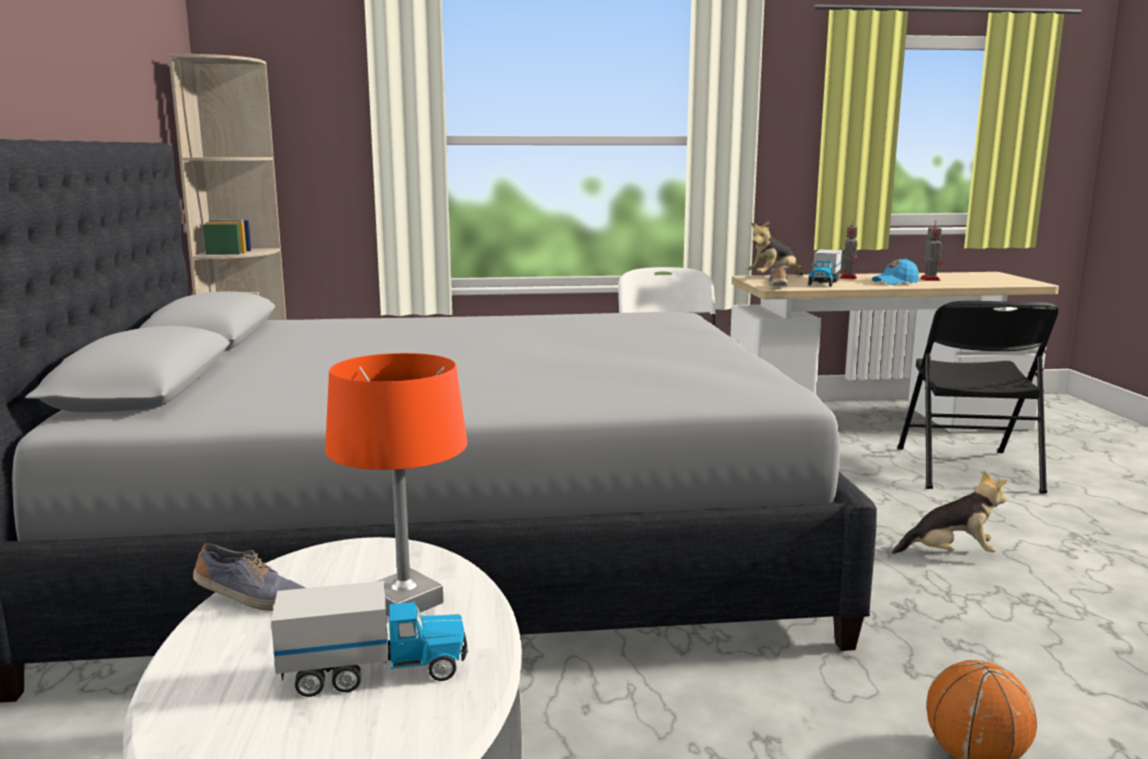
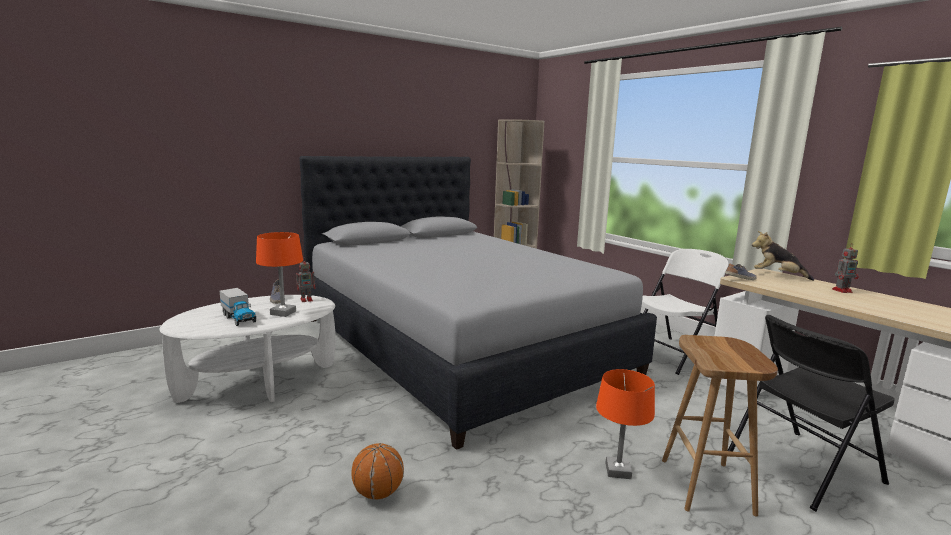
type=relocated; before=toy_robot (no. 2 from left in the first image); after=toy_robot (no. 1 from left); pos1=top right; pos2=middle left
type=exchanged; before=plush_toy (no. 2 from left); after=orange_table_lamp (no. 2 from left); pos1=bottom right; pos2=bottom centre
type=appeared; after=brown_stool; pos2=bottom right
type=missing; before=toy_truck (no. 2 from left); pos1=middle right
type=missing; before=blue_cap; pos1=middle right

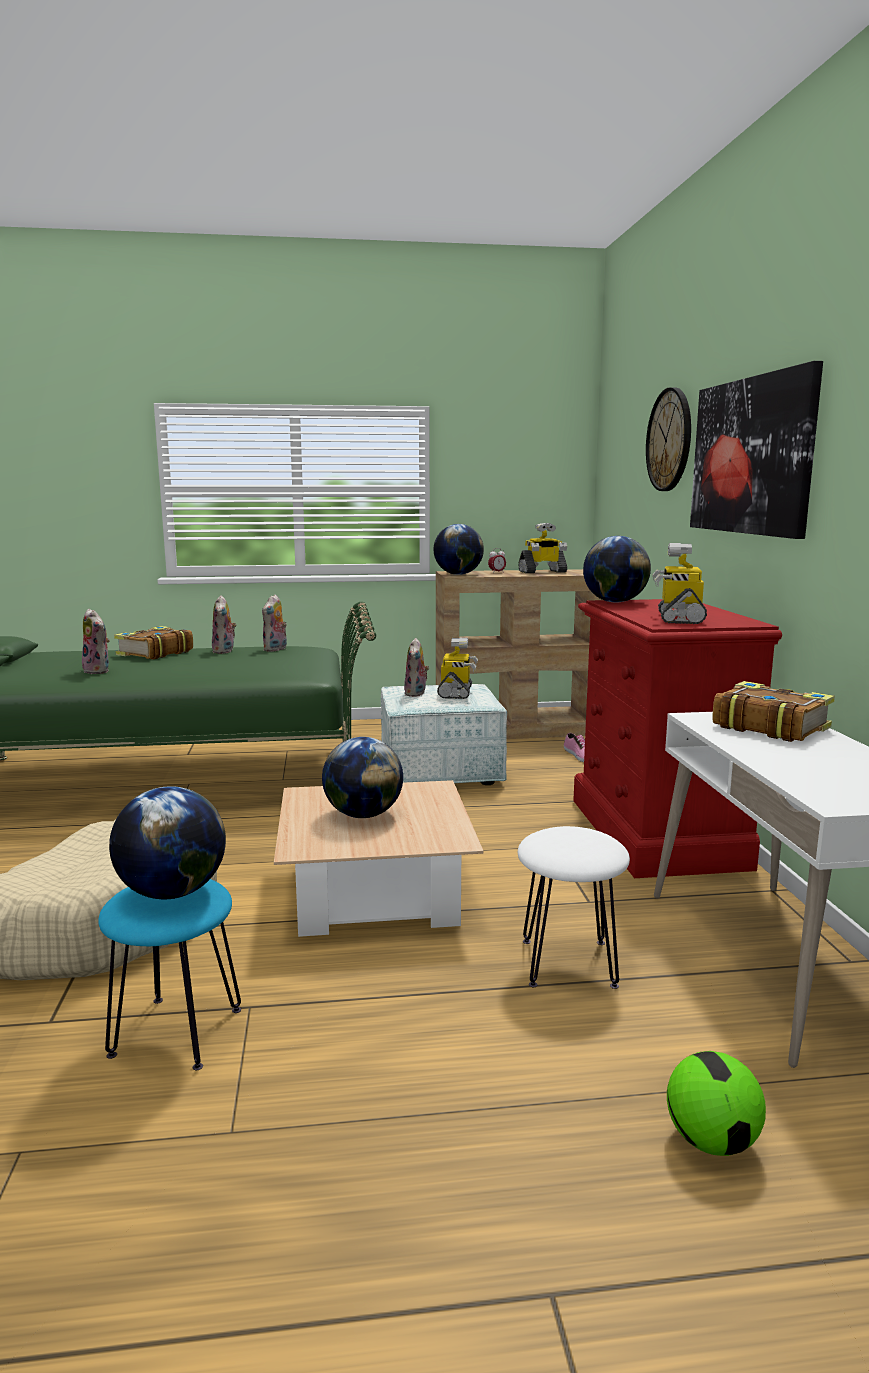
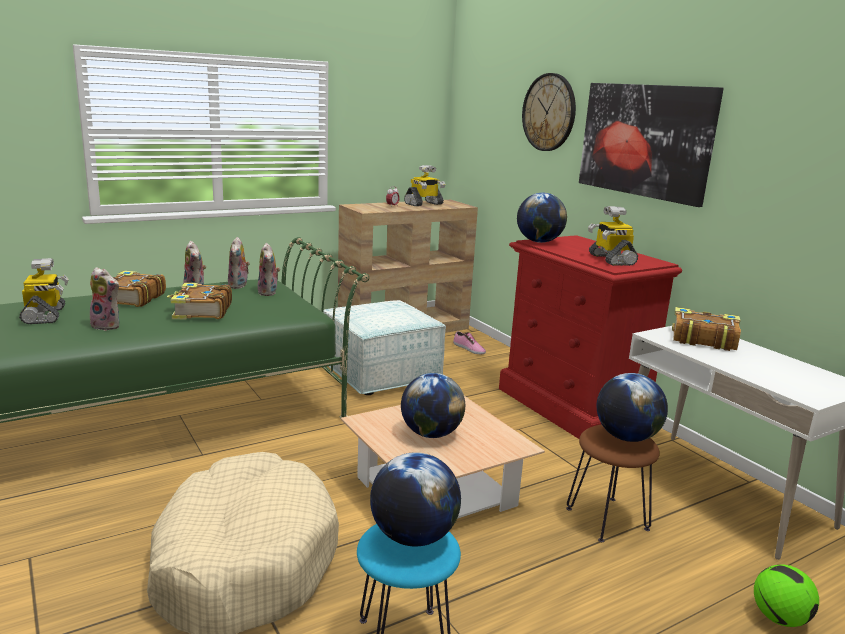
type=relocated; before=toy_robot (no. 1 from left); pos1=centre; pos2=middle left
type=appeared; after=book (no. 2 from left); pos2=middle left
type=relocated; before=plush_toy (no. 4 from left); pos1=centre; pos2=middle left
type=colour; before=white_stool; after=brown_stool; pos1=centre; pos2=bottom right
type=relocated; before=globe (no. 3 from left in the first image); after=globe (no. 4 from left); pos1=centre; pos2=middle right

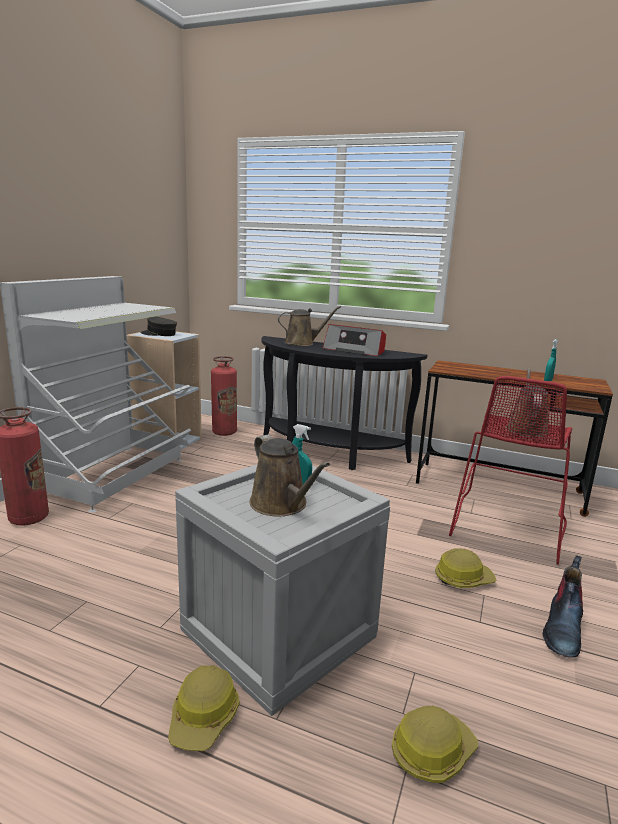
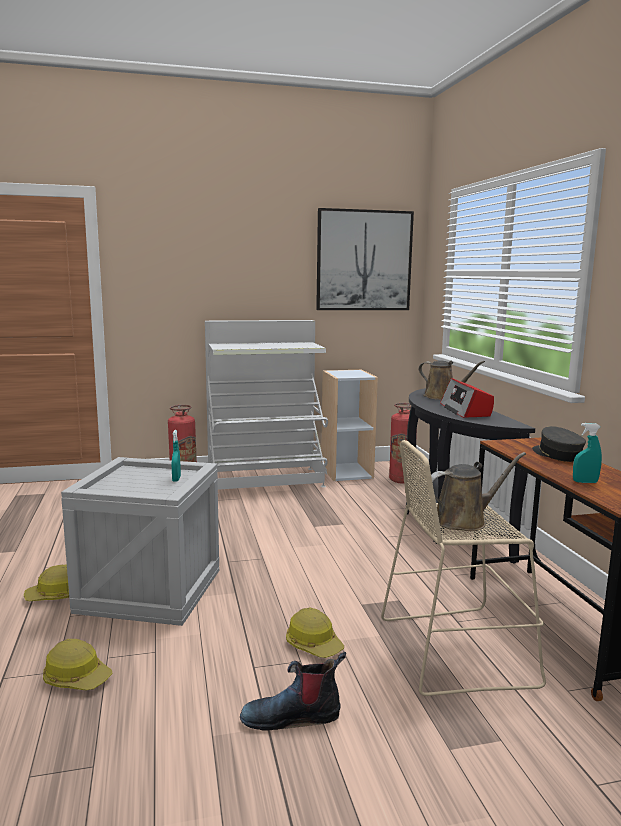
type=appeared; after=picture; pos2=top centre
type=colour; before=red_stool; after=beige_stool; pos1=middle right; pos2=bottom right
type=relocated; before=grey_cap; pos1=middle left; pos2=middle right
type=missing; before=brown_watering_can (no. 1 from left); pos1=centre

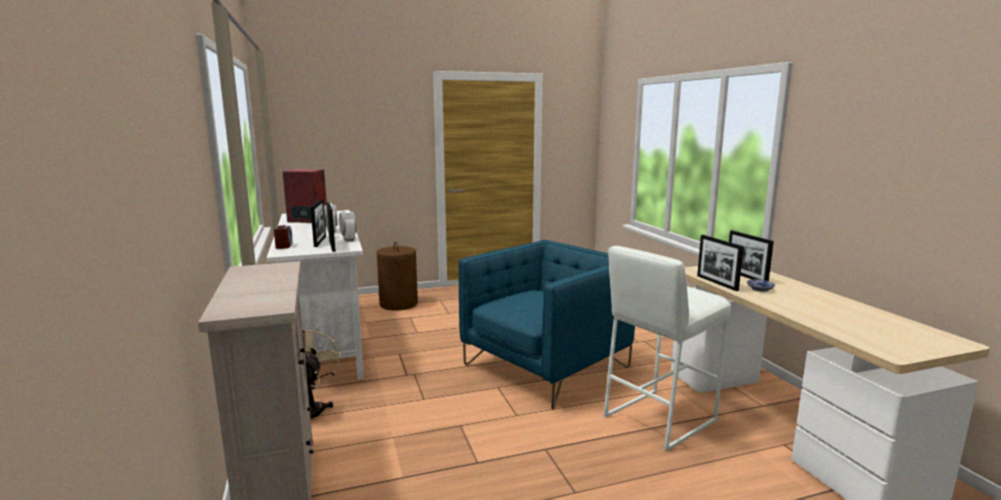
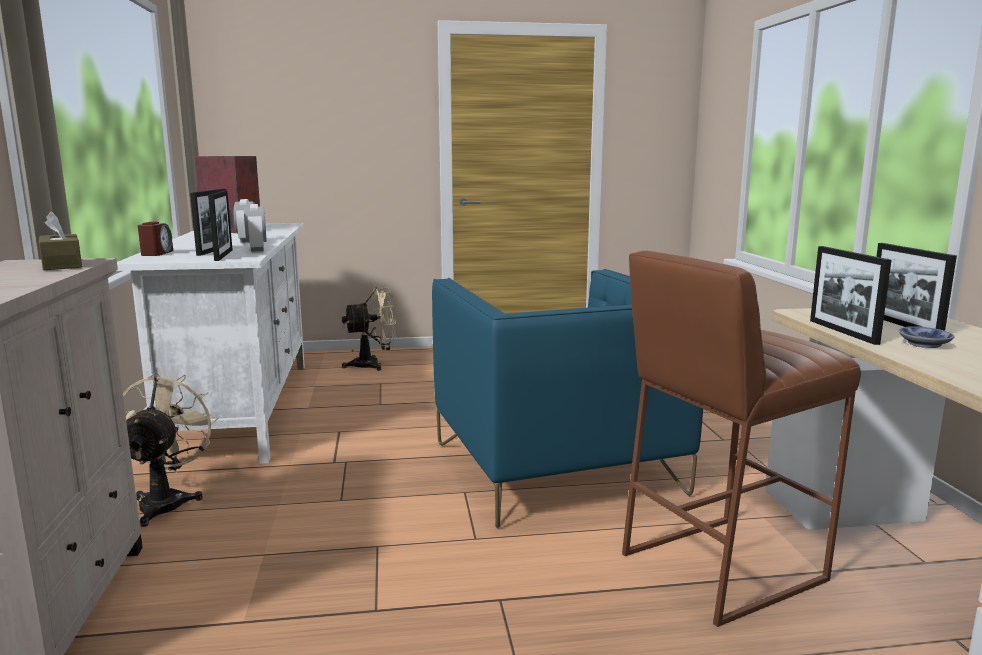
type=appeared; after=brown_tissue_box; pos2=middle left
type=exchanged; before=brown_laundry_basket; after=beige_fan (no. 2 from left); pos1=centre; pos2=centre
type=spun; before=blue_armchair; pos1=centre; pos2=centre; turn=105
type=colour; before=white_stool; after=brown_stool; pos1=bottom centre; pos2=bottom right

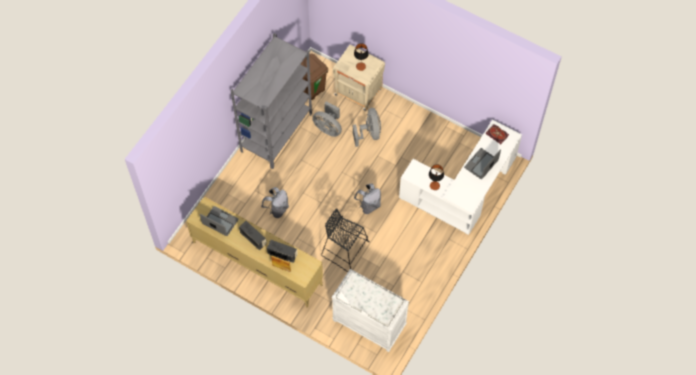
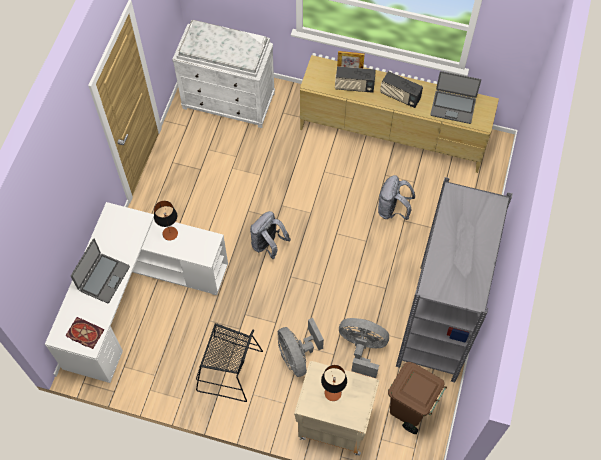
type=relocated; before=black_stool; pos1=centre; pos2=bottom centre

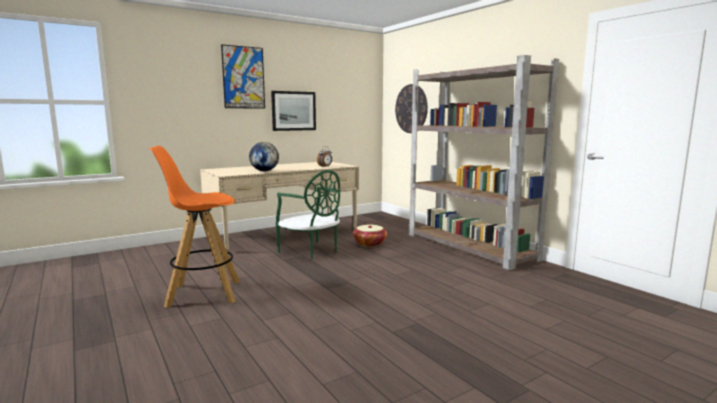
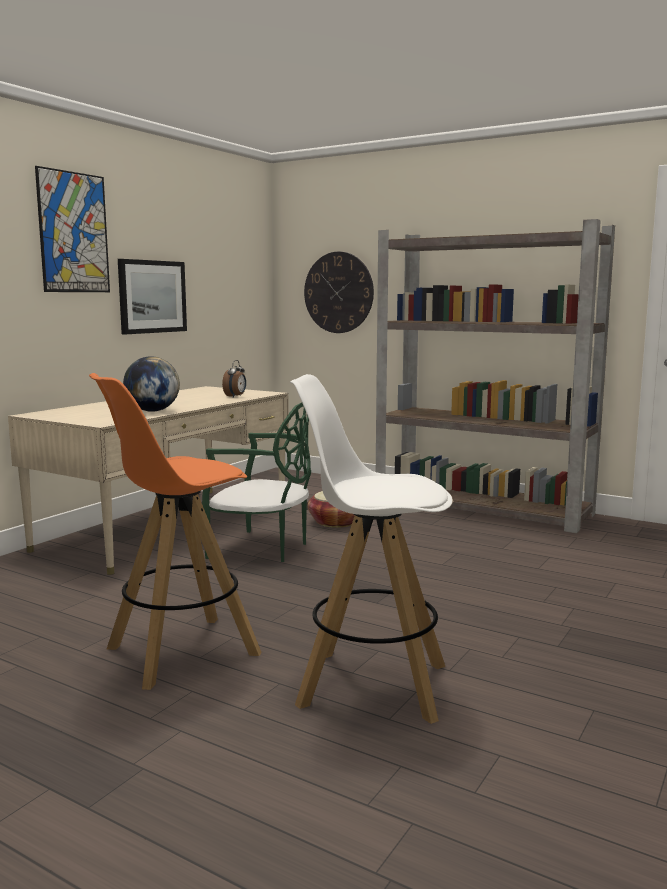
type=appeared; after=white_stool; pos2=centre

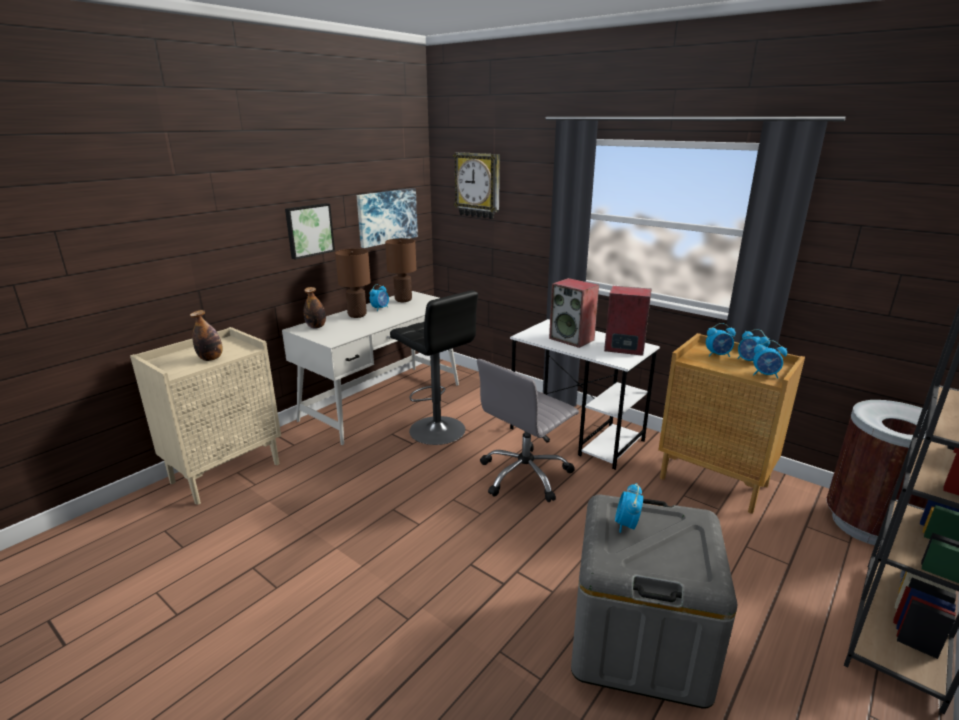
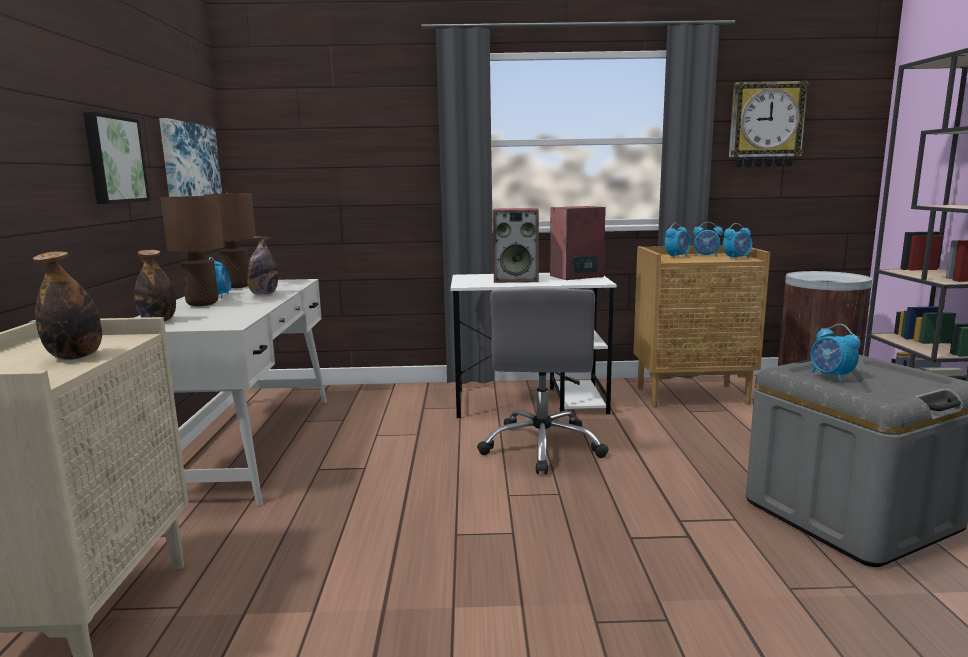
type=appeared; after=bottle (no. 3 from left); pos2=middle left
type=relocated; before=wall_clock; pos1=top centre; pos2=top right
type=missing; before=black_stool; pos1=centre

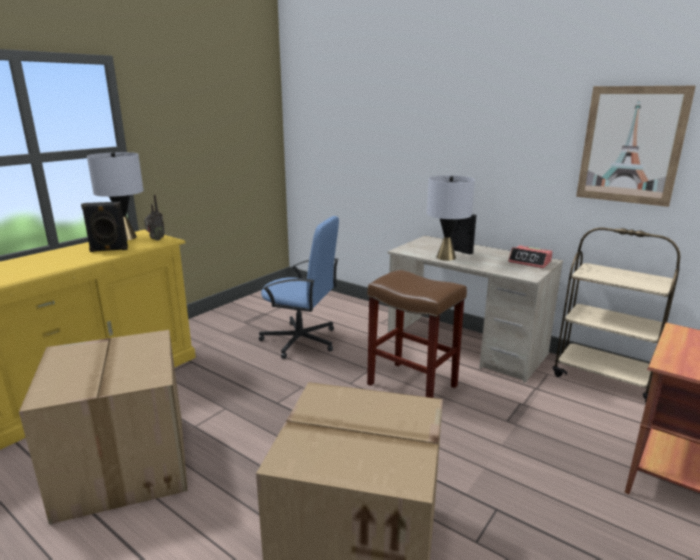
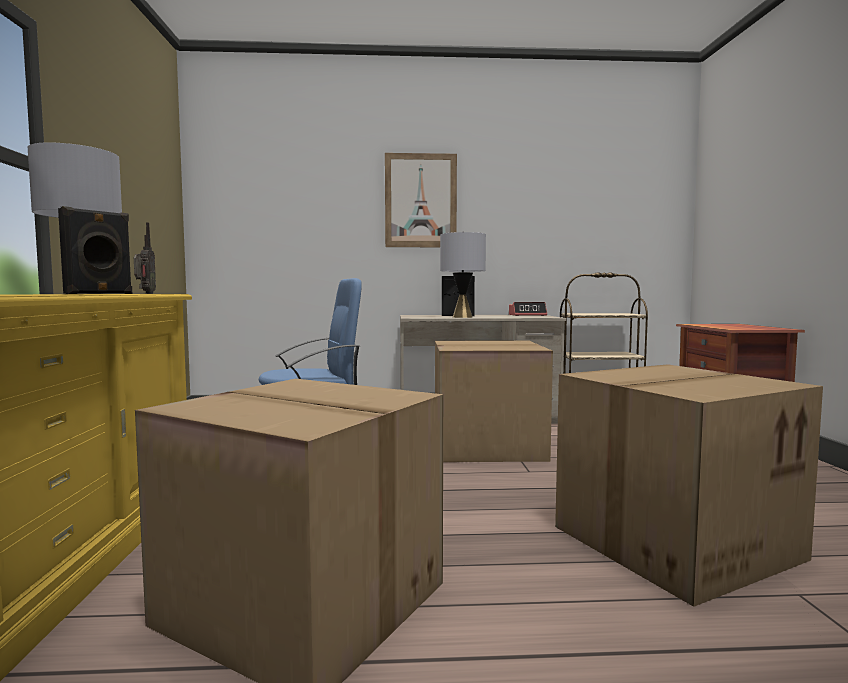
type=relocated; before=picture; pos1=top right; pos2=top centre
type=exchanged; before=brown_stool; after=cardboard_box (no. 2 from left); pos1=centre; pos2=centre

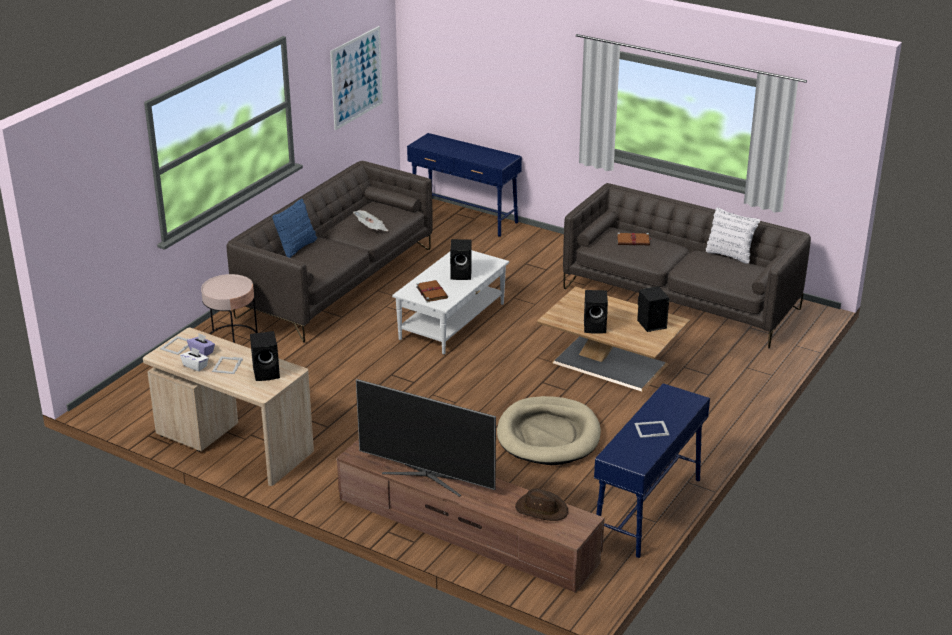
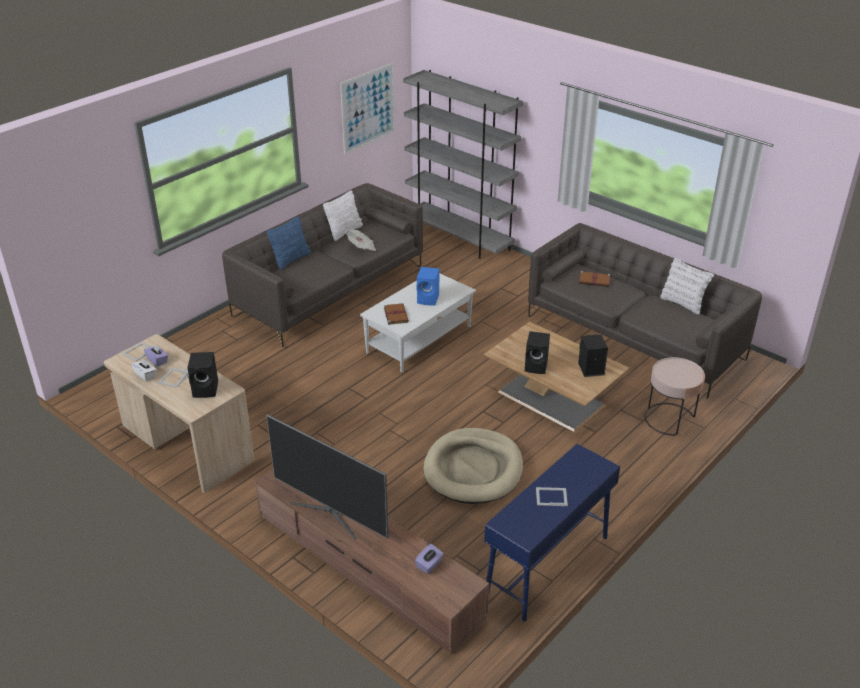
type=appeared; after=white_pillow (no. 1 from left); pos2=top centre
type=exchanged; before=blue_console_table (no. 1 from left); after=grey_bookcase; pos1=top centre; pos2=top centre
type=exchanged; before=brown_hat; after=purple_tissue_box (no. 2 from left); pos1=bottom centre; pos2=bottom centre
type=colour; before=black_speaker (no. 2 from left); after=blue_speaker; pos1=centre; pos2=centre
type=relocated; before=pink_side_table; pos1=middle left; pos2=middle right

